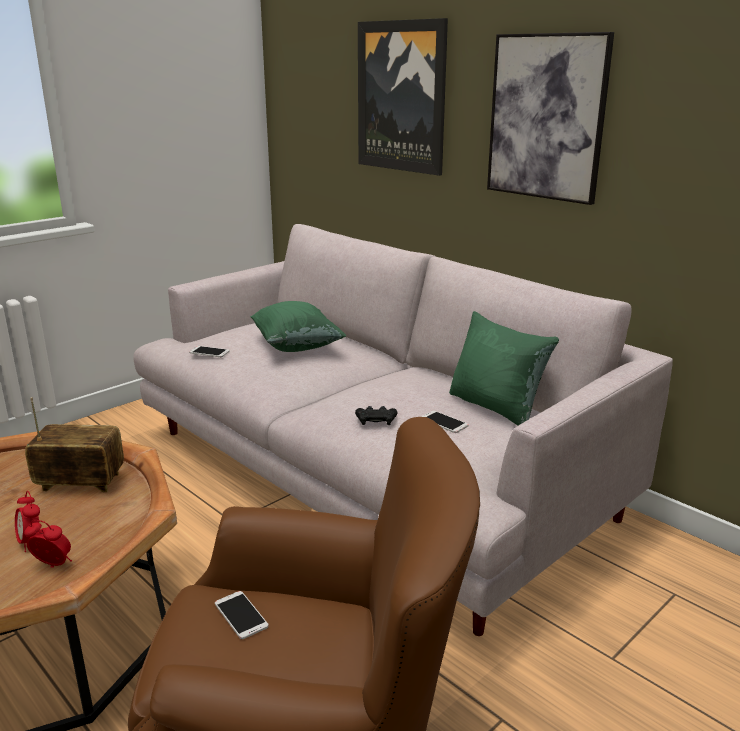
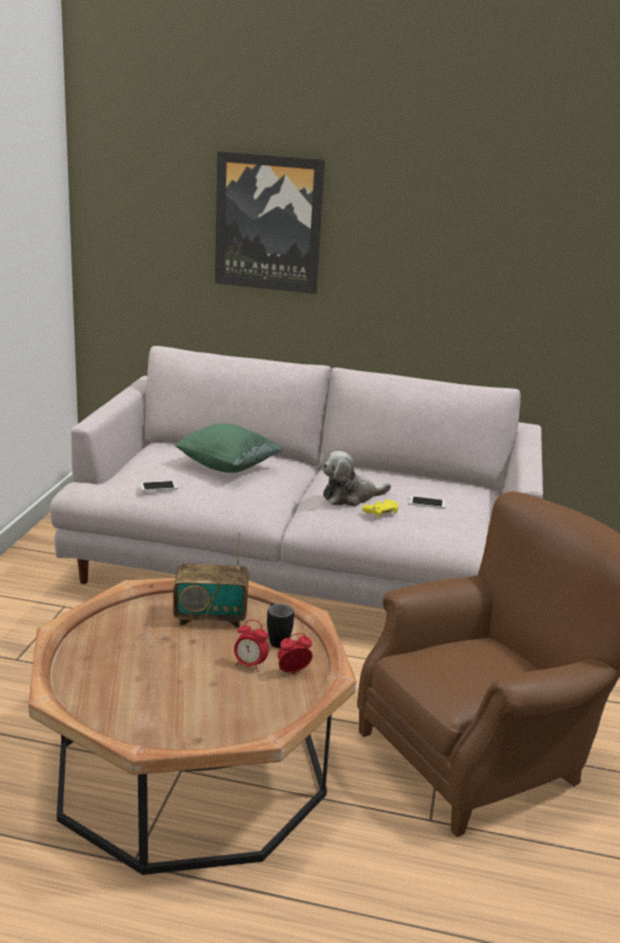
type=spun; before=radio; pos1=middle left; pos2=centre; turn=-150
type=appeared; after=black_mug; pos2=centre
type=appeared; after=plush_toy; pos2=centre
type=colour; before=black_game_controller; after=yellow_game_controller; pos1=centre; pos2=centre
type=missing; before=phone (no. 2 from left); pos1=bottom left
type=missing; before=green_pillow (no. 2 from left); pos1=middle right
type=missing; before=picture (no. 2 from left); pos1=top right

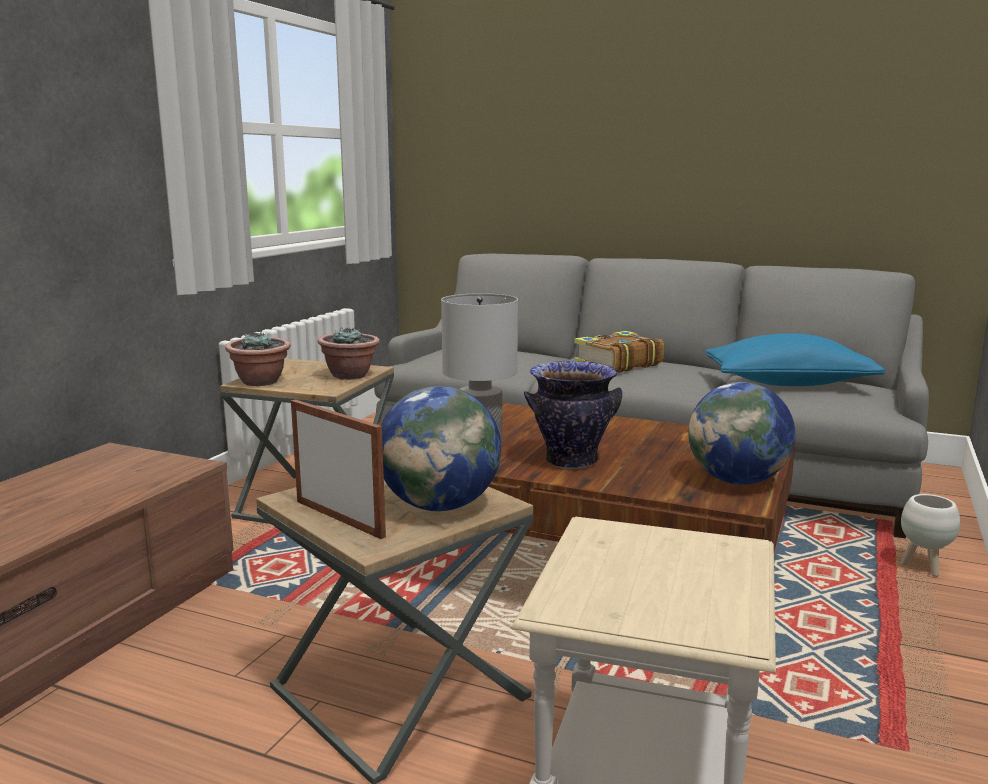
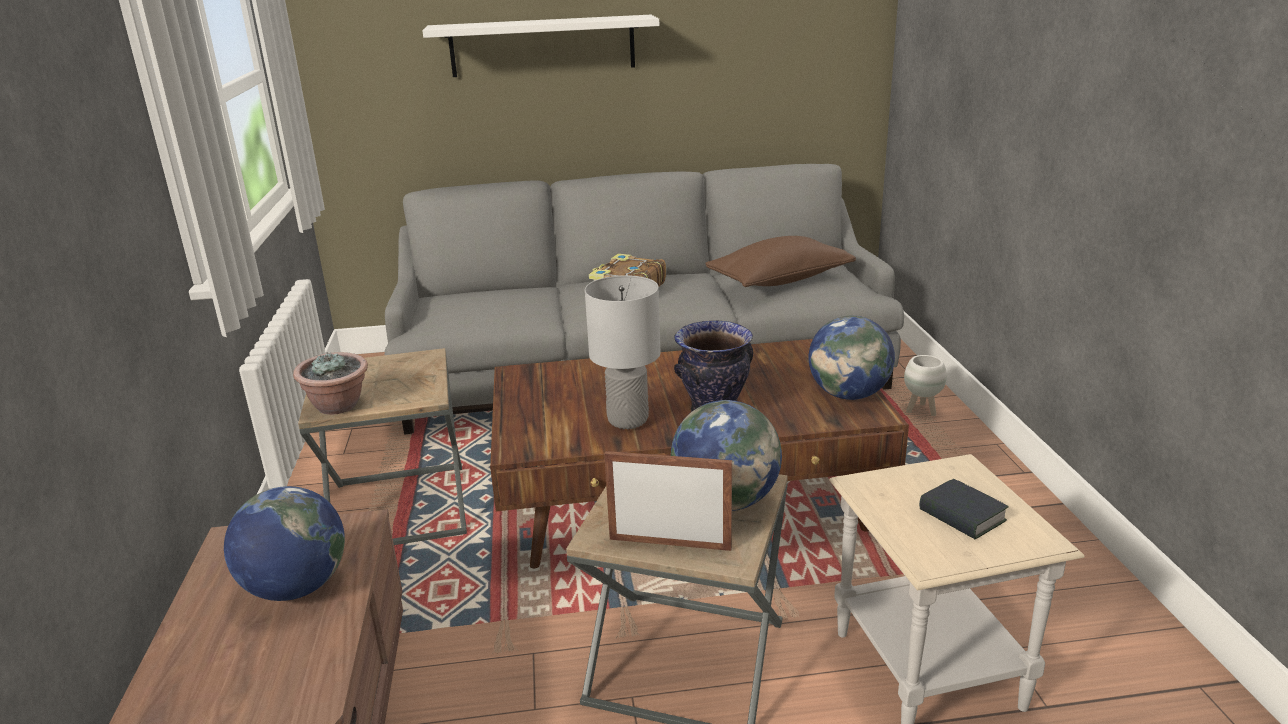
type=appeared; after=globe (no. 1 from left); pos2=bottom left
type=appeared; after=white_shelf; pos2=top centre
type=colour; before=blue_pillow; after=brown_pillow; pos1=middle right; pos2=centre
type=appeared; after=book (no. 2 from left); pos2=bottom right
type=missing; before=potted_plant (no. 2 from left); pos1=centre

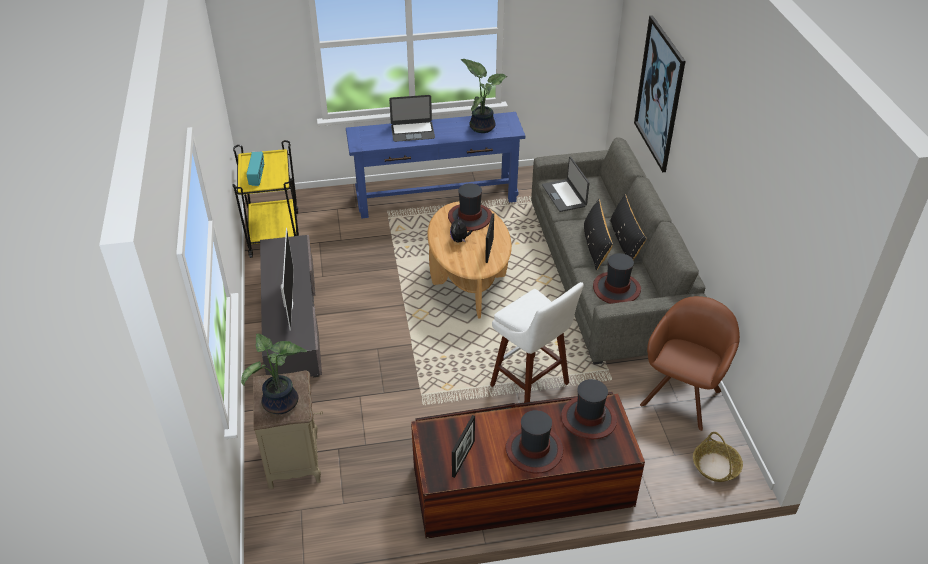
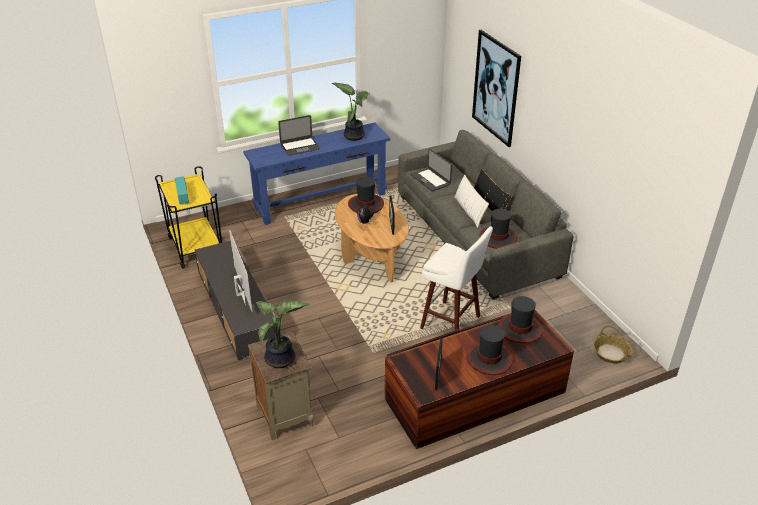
type=colour; before=black_pillow (no. 1 from left); after=white_pillow; pos1=centre; pos2=centre
type=missing; before=brown_armchair; pos1=middle right

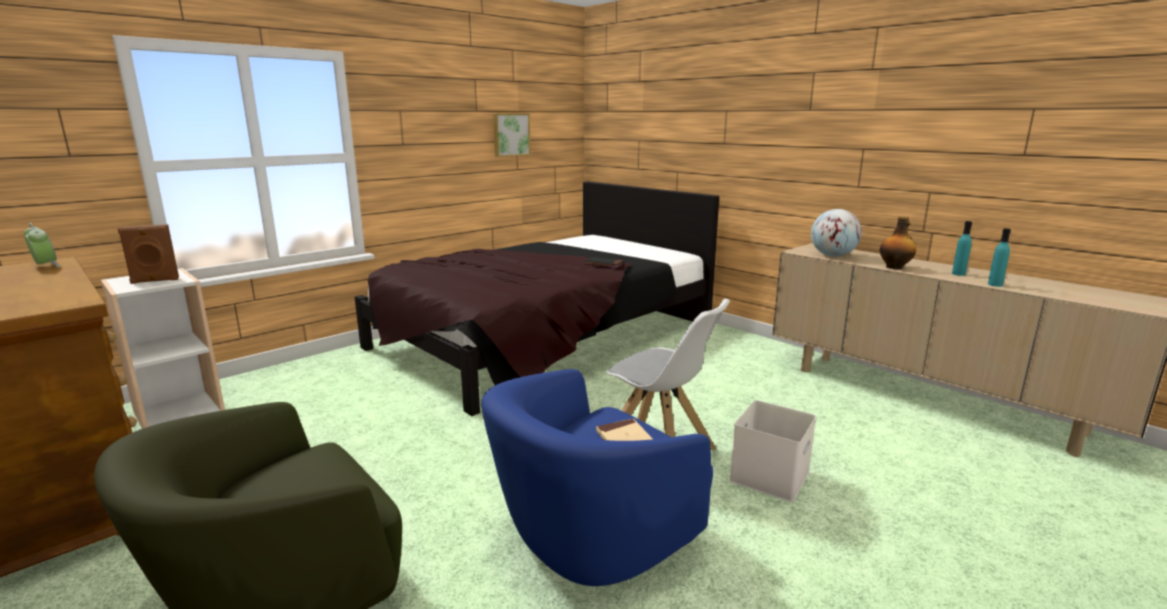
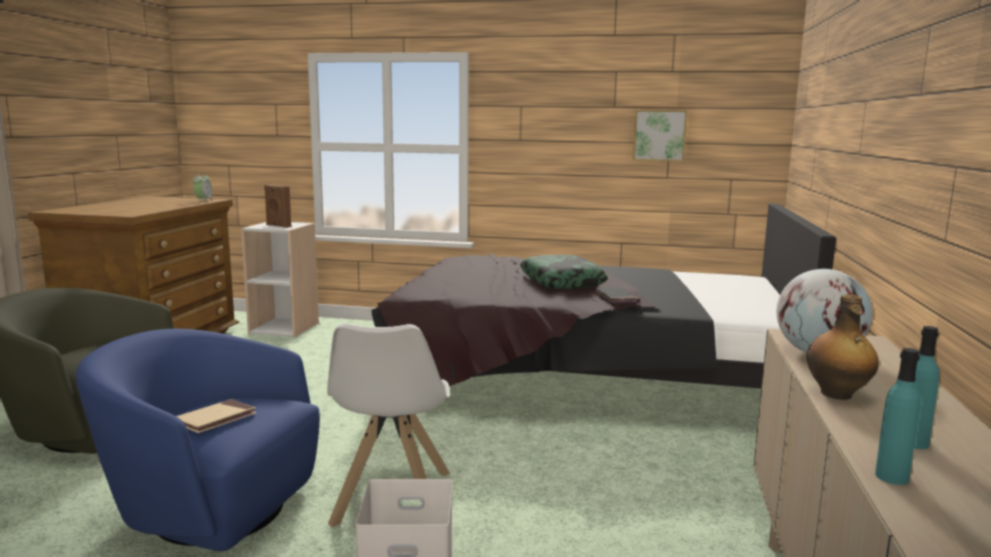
type=appeared; after=pillow; pos2=centre

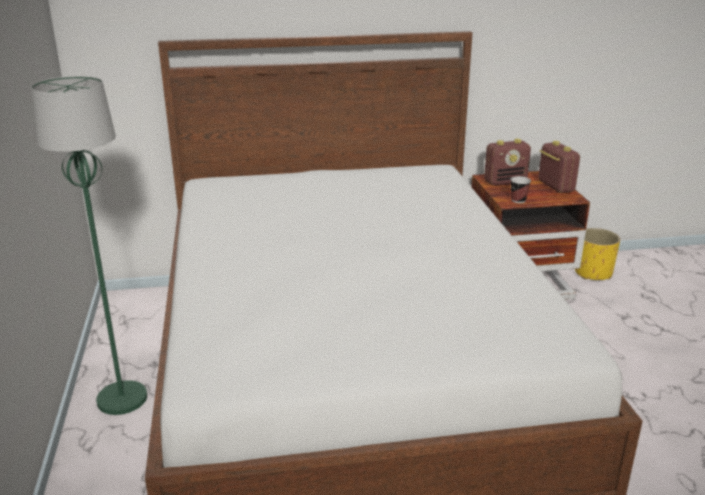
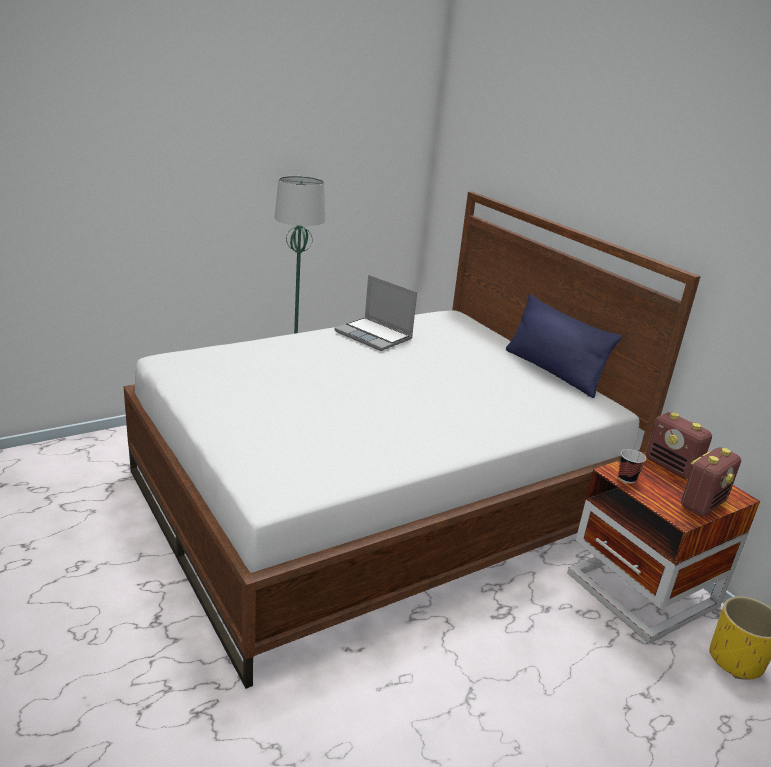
type=appeared; after=laptop; pos2=centre
type=appeared; after=blue_pillow; pos2=middle right

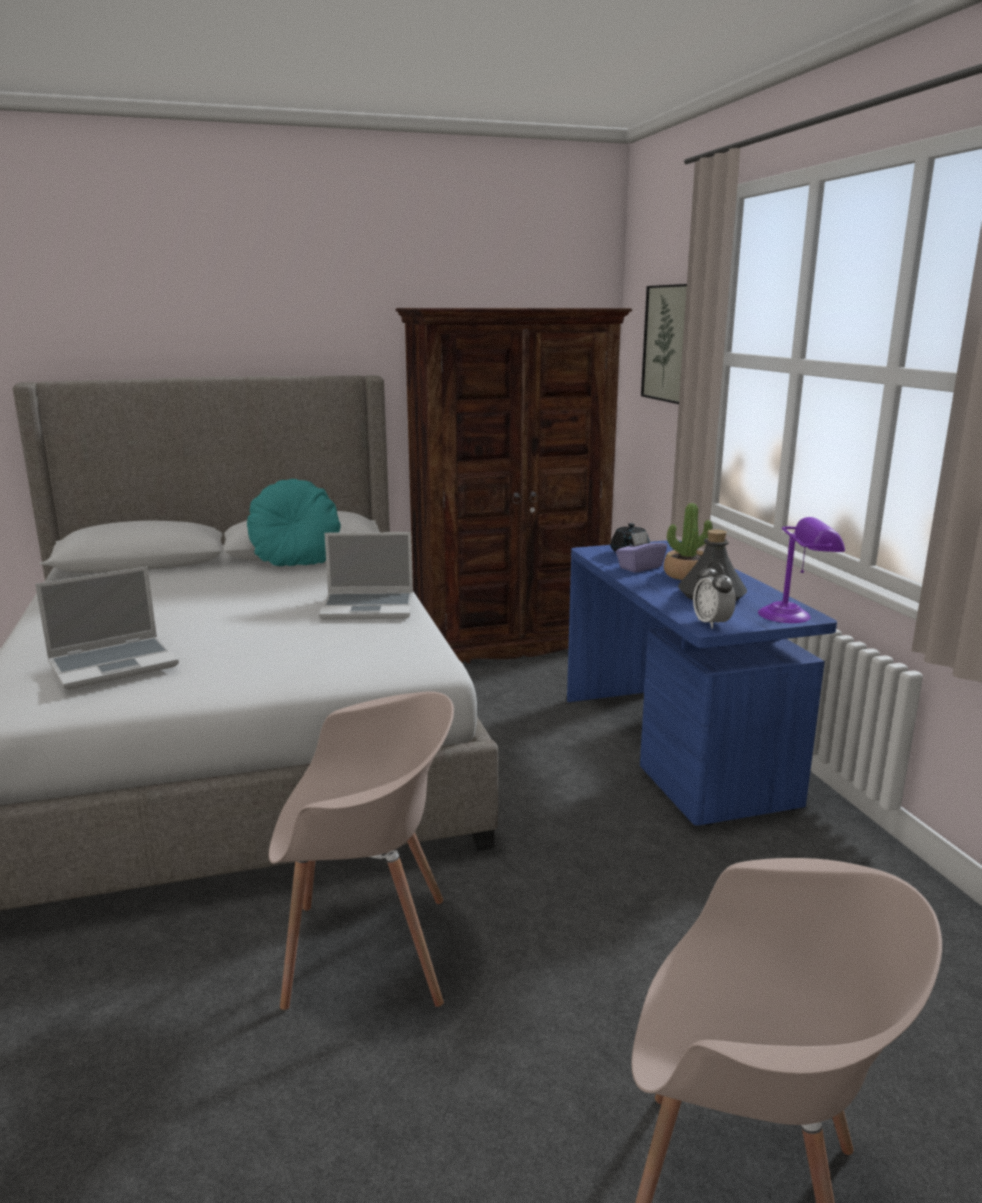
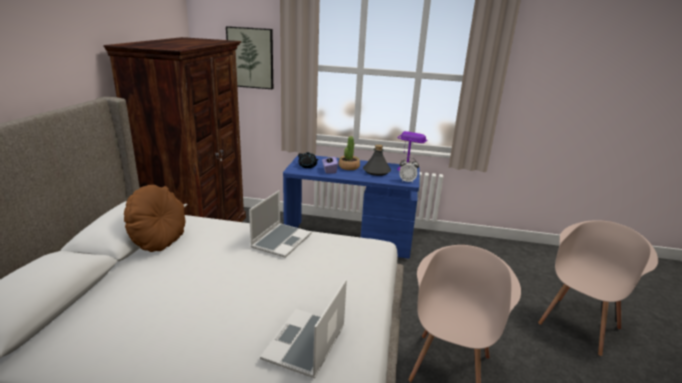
type=colour; before=turquoise_pillow; after=brown_pillow; pos1=middle left; pos2=middle left
type=spun; before=laptop (no. 1 from left in the first image); pos1=middle left; pos2=bottom centre; turn=-150

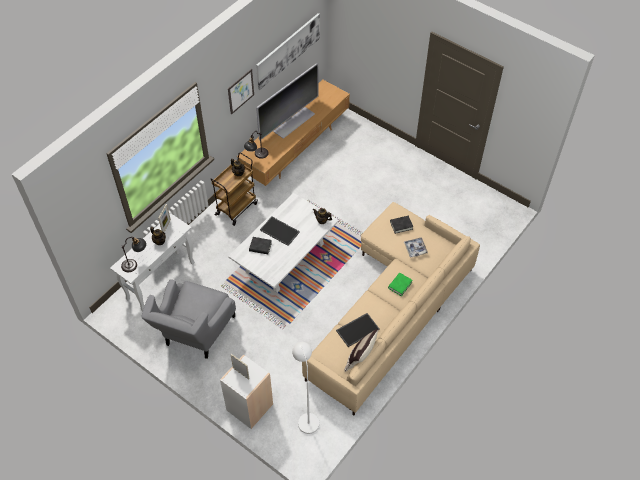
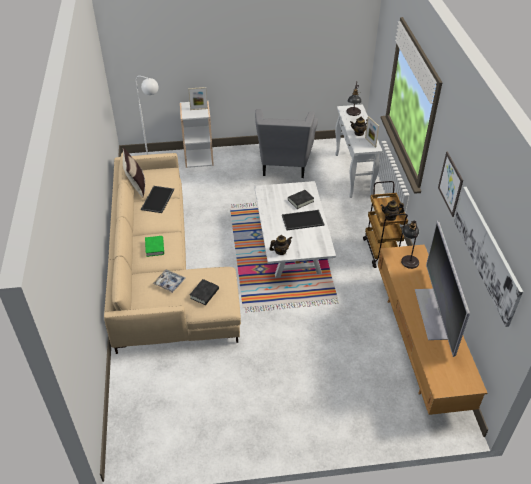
type=spun; before=grey_armchair; pos1=middle left; pos2=top centre; turn=-150

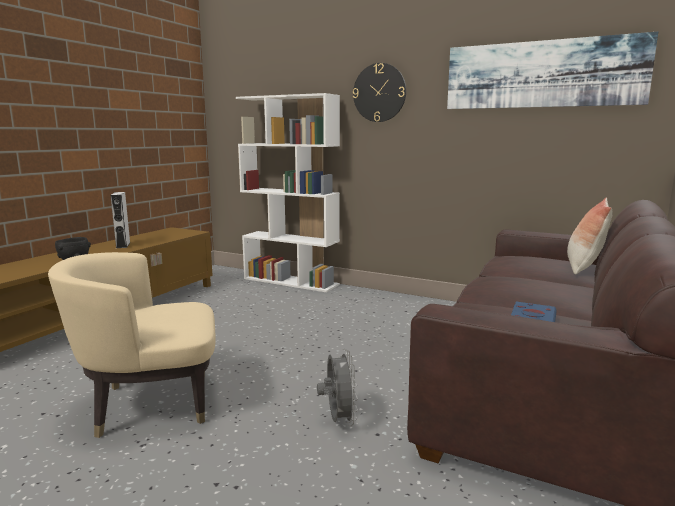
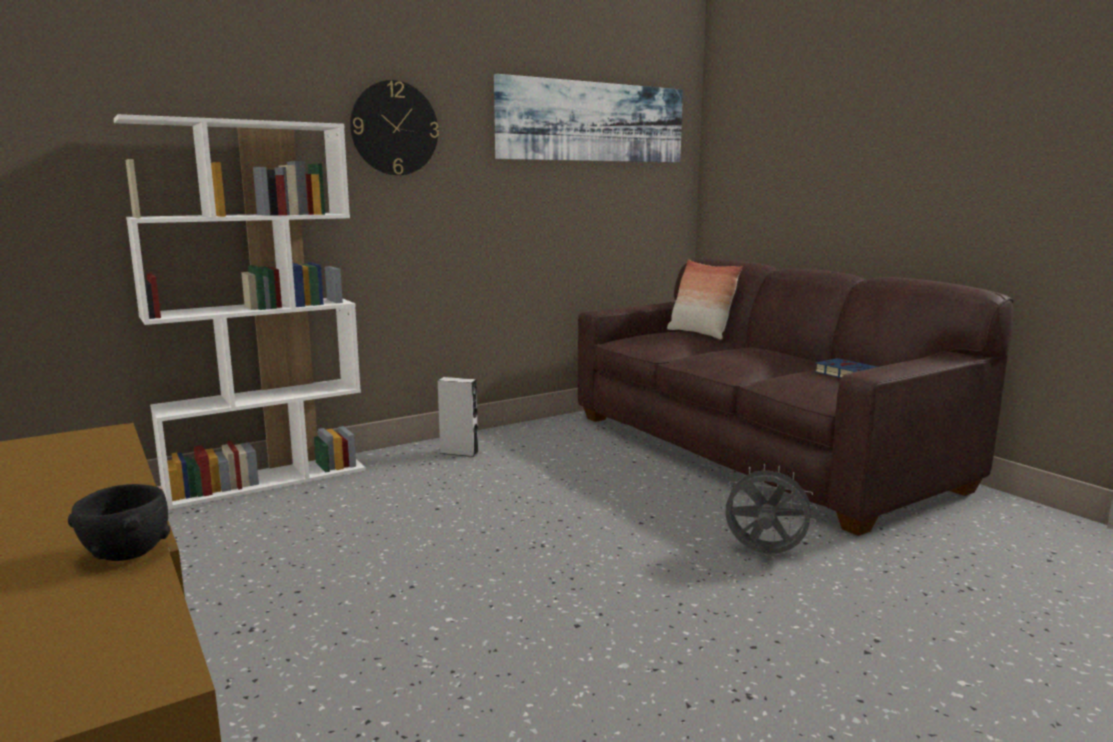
type=relocated; before=grey_speaker; pos1=middle left; pos2=centre
type=missing; before=beige_armchair; pos1=bottom left

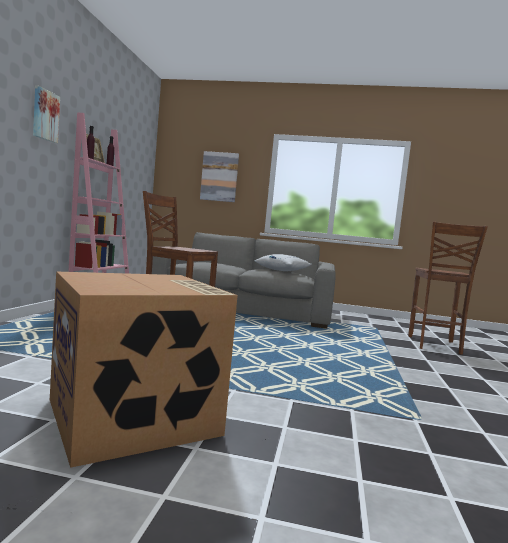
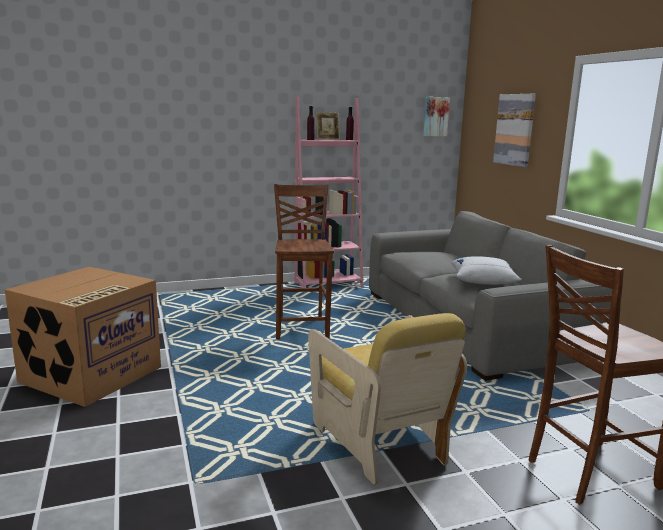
type=appeared; after=yellow_armchair; pos2=bottom centre
type=relocated; before=picture (no. 1 from left); pos1=top left; pos2=top centre

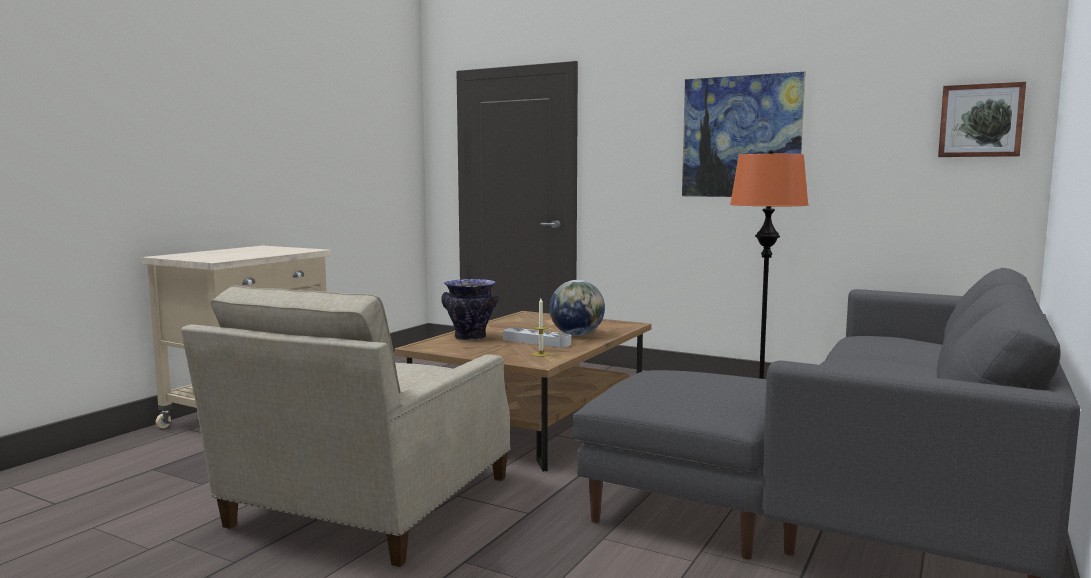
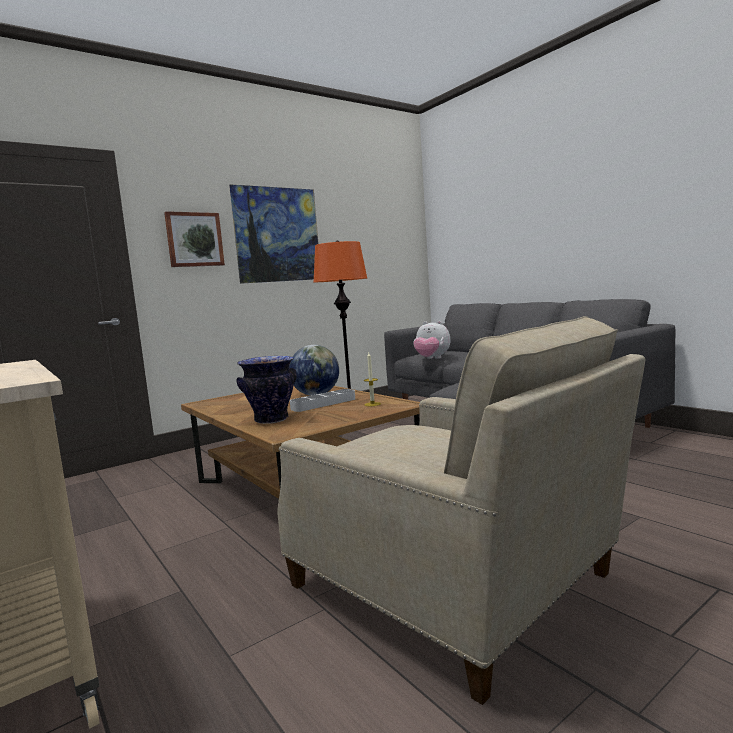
type=relocated; before=picture (no. 2 from left in the first image); after=picture (no. 1 from left); pos1=top right; pos2=top left
type=appeared; after=plush_toy; pos2=centre

